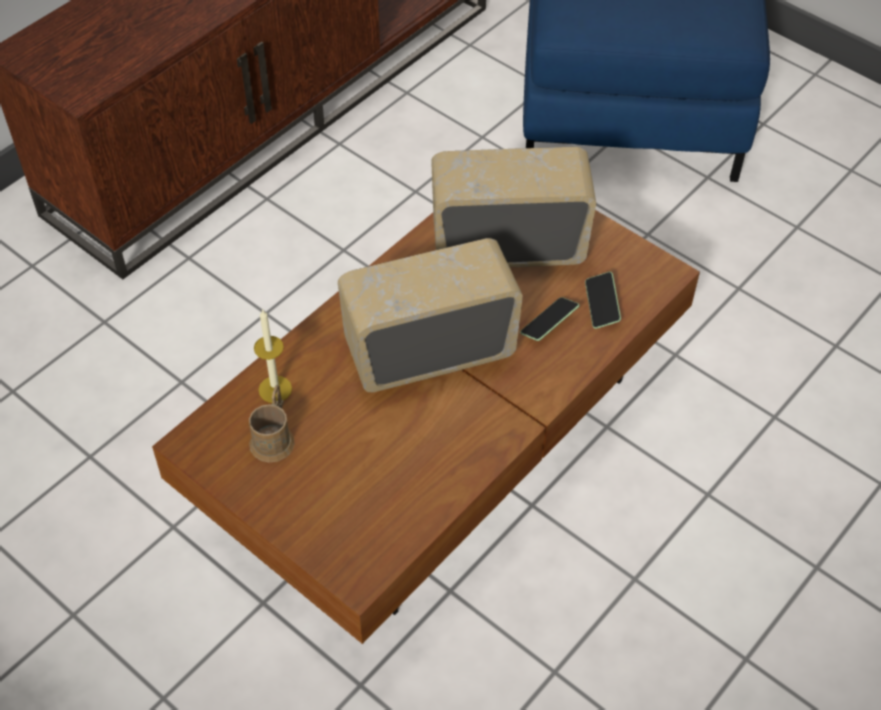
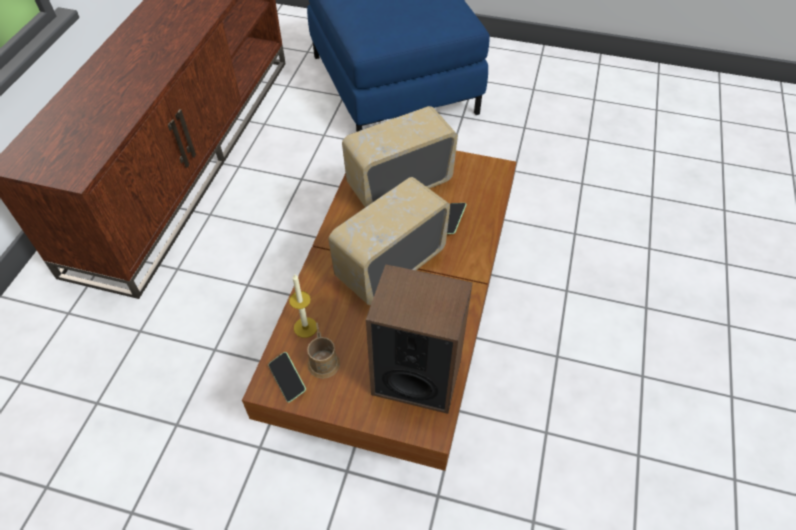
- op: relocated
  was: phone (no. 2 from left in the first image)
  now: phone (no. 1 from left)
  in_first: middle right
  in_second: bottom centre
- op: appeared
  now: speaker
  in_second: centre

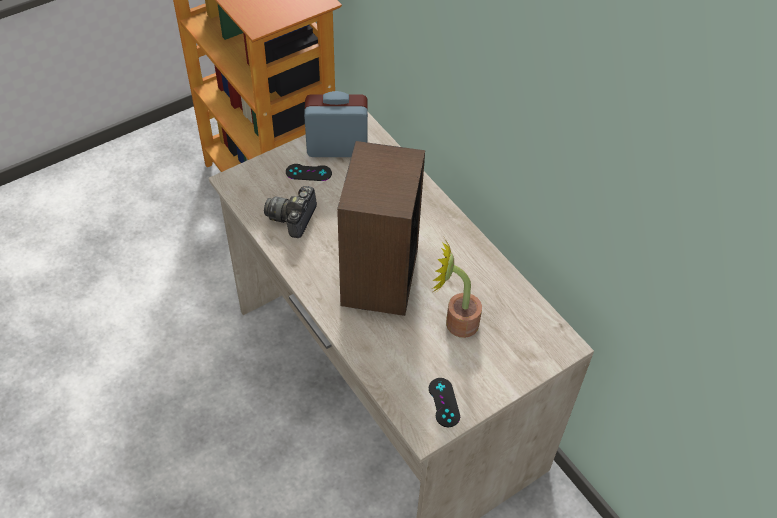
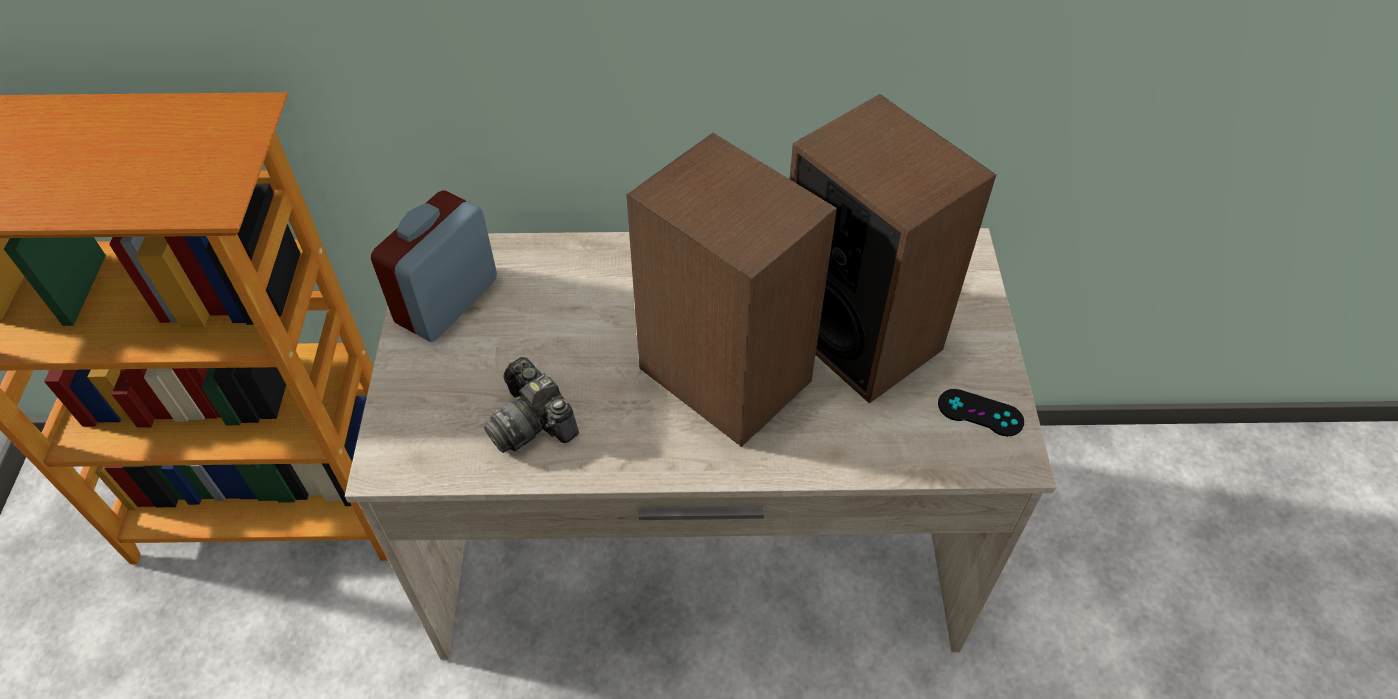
- op: exchanged
  was: potted plant
  now: speaker (no. 2 from left)
  in_first: centre
  in_second: centre
- op: missing
  was: black game controller (no. 1 from left)
  in_first: top centre

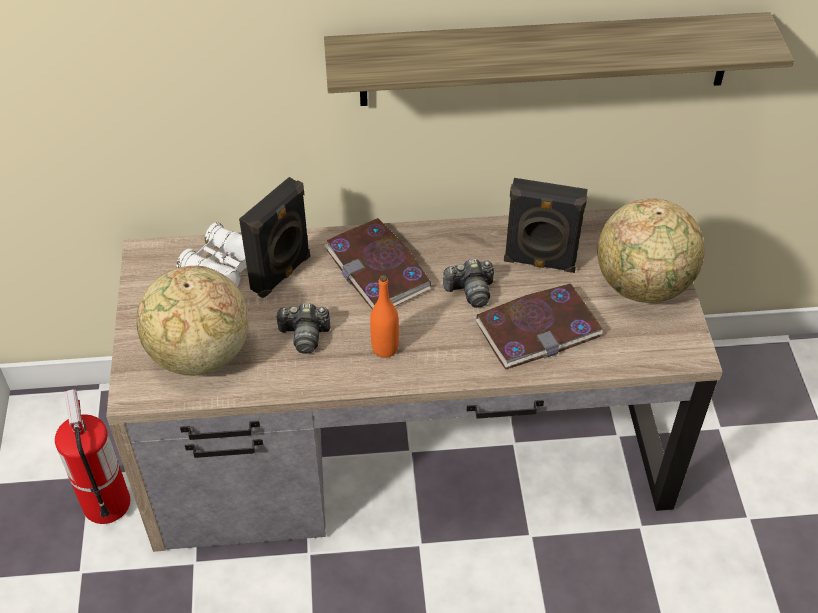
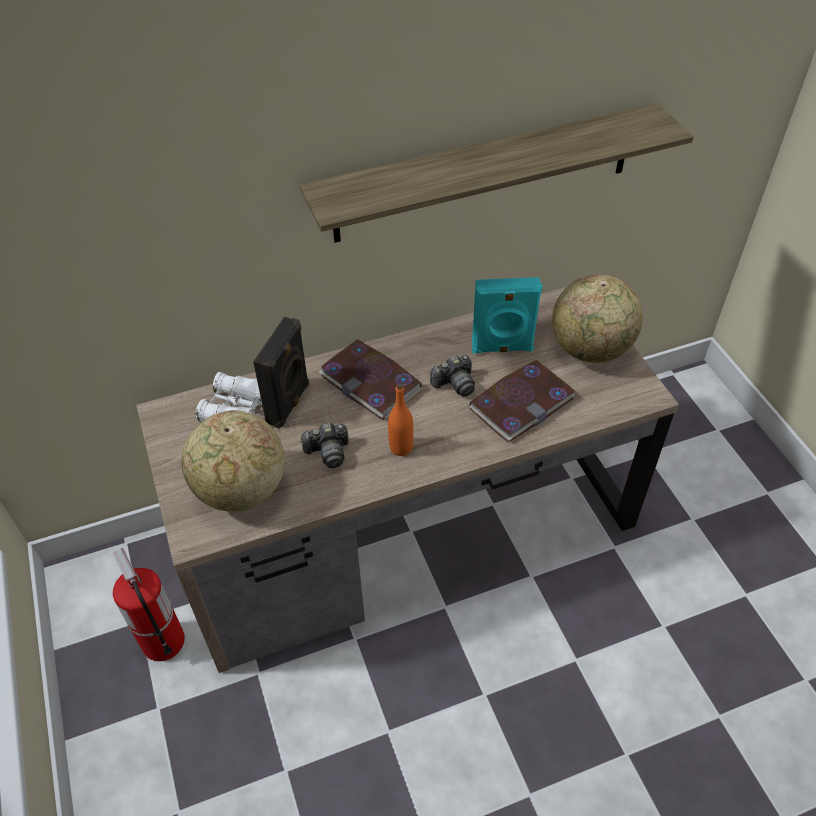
- op: colour
  was: black speaker (no. 2 from left)
  now: turquoise speaker
  in_first: middle right
  in_second: centre

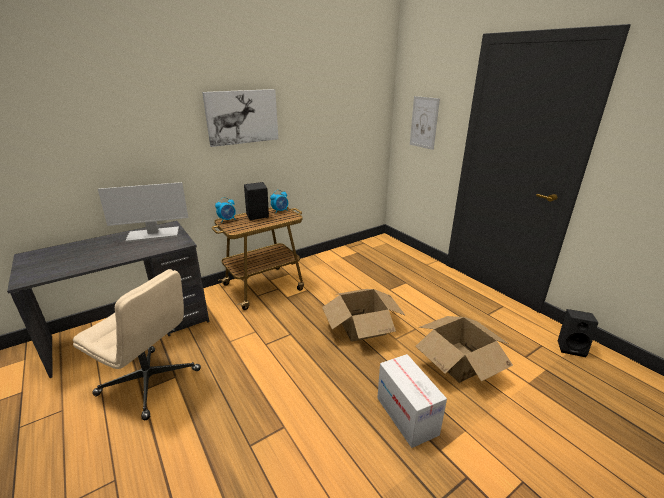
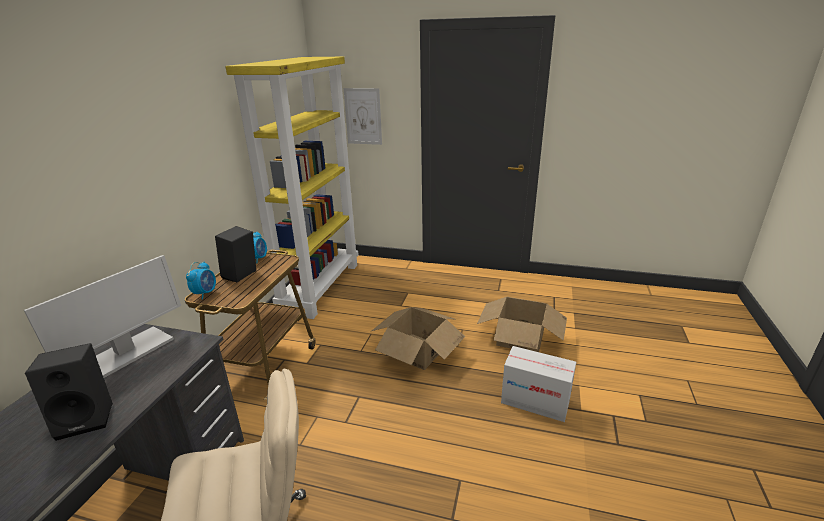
- op: relocated
  was: black speaker (no. 2 from left in the first image)
  now: black speaker (no. 1 from left)
  in_first: bottom right
  in_second: bottom left
- op: appeared
  now: yellow bookcase
  in_second: centre
- op: missing
  was: picture (no. 1 from left)
  in_first: top centre

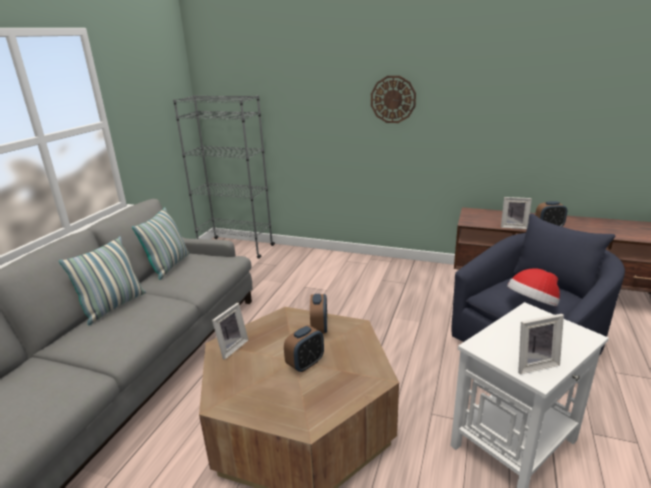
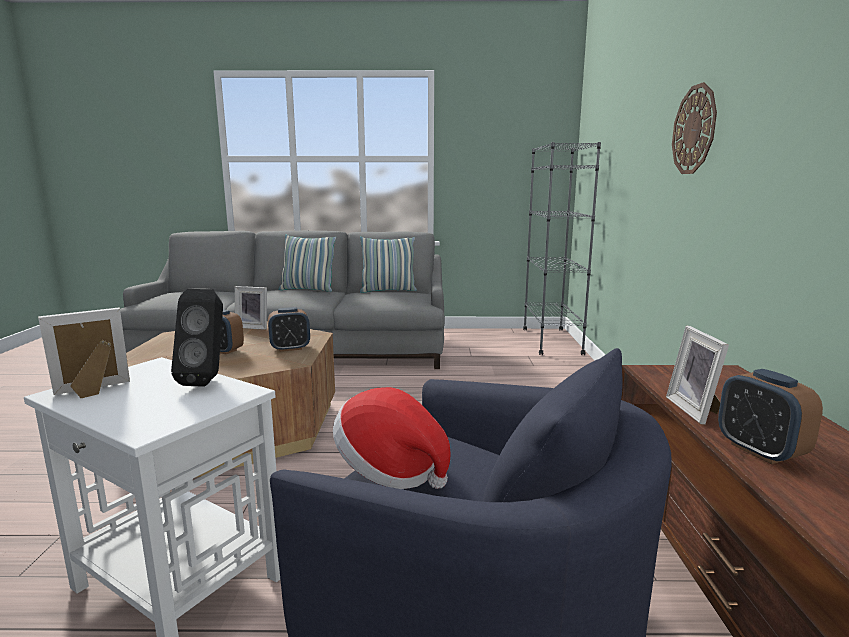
- op: spun
  was: picture frame (no. 3 from left in the first image)
  in_first: bottom right
  in_second: middle left
  clockwise: 90
- op: appeared
  now: black speaker
  in_second: middle left

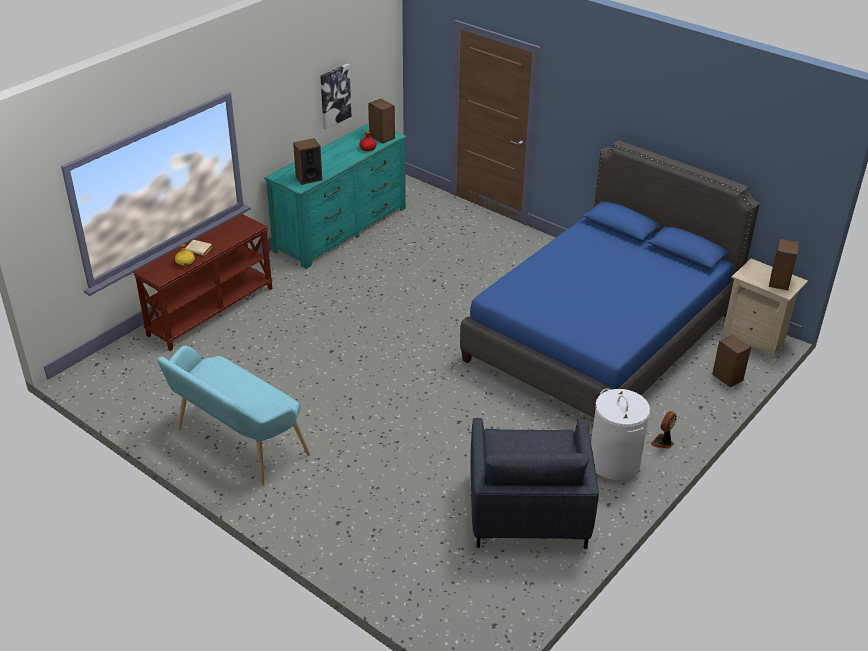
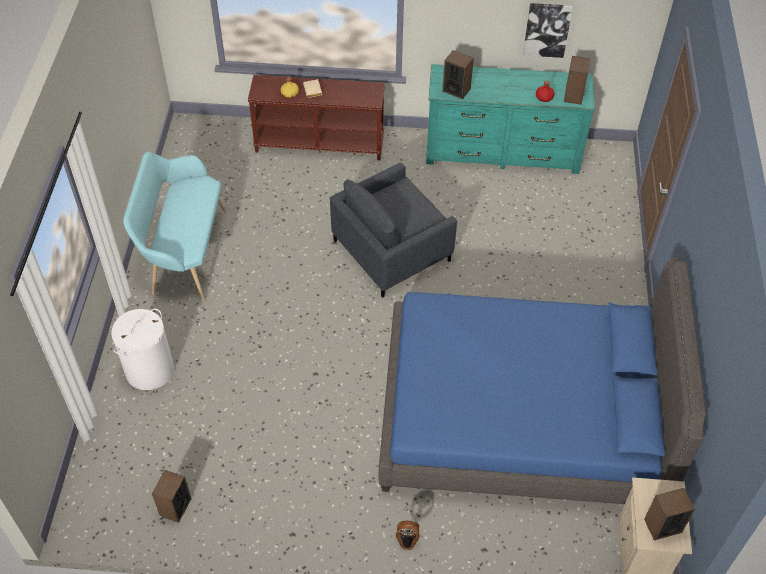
- op: relocated
  was: white laundry basket
  in_first: bottom right
  in_second: middle left
- op: relocated
  was: speaker (no. 3 from left in the first image)
  now: speaker (no. 1 from left)
  in_first: middle right
  in_second: bottom left
- op: relocated
  was: grey armchair
  in_first: bottom centre
  in_second: centre

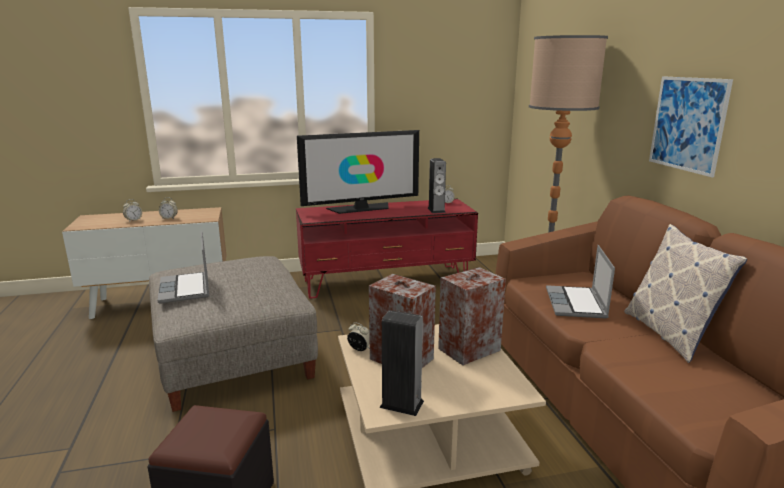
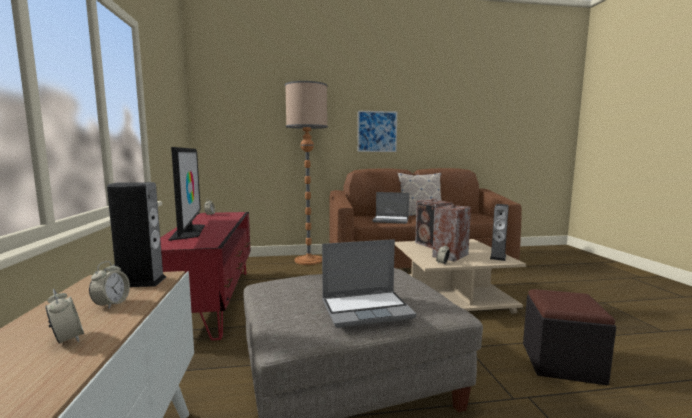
- op: relocated
  was: speaker (no. 3 from left in the first image)
  now: speaker (no. 1 from left)
  in_first: centre
  in_second: middle left

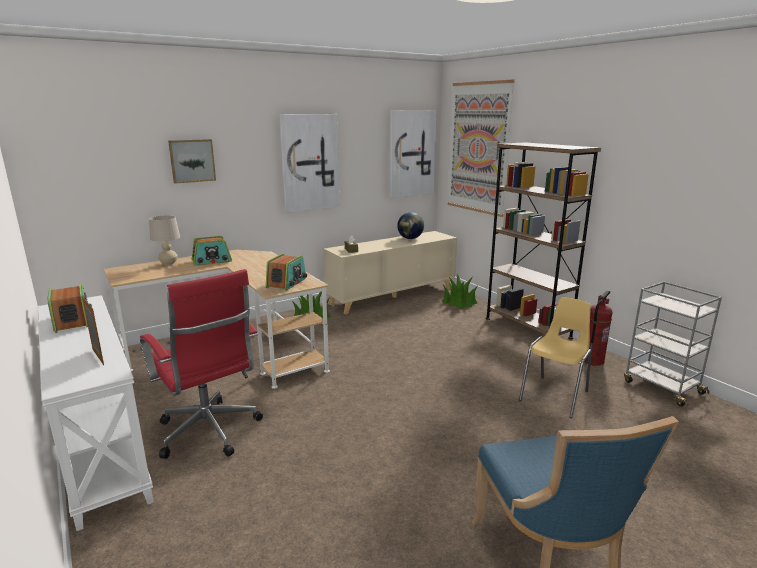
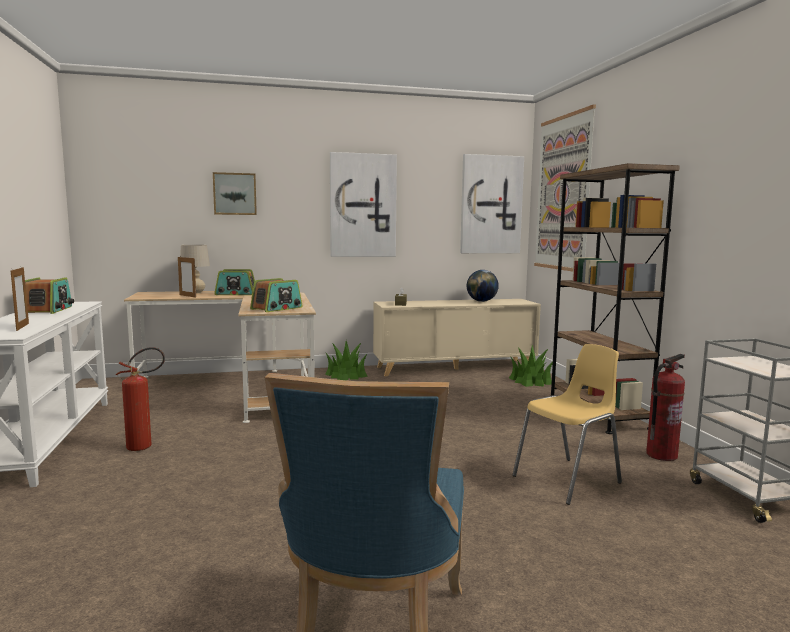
- op: exchanged
  was: red office chair
  now: fire extinguisher (no. 1 from left)
  in_first: middle left
  in_second: middle left
- op: appeared
  now: picture frame (no. 2 from left)
  in_second: middle left

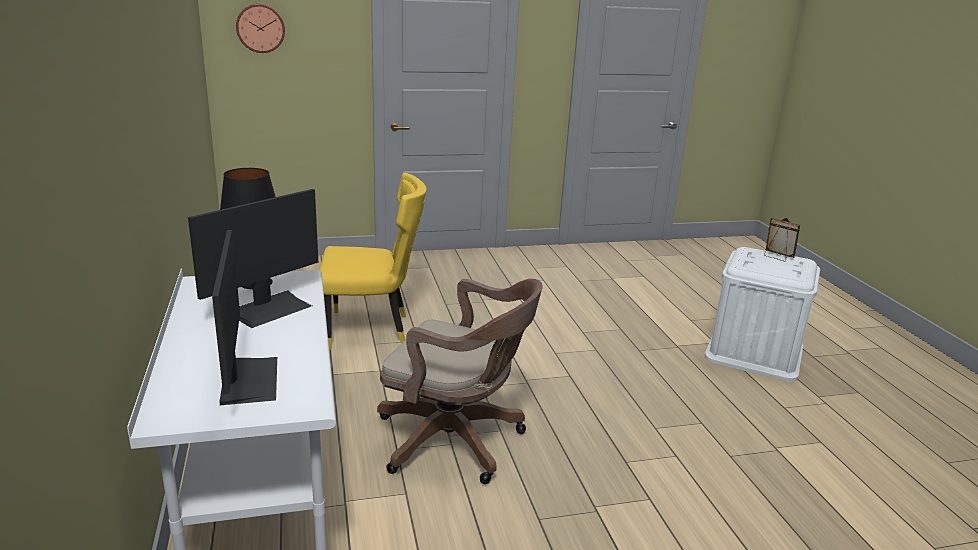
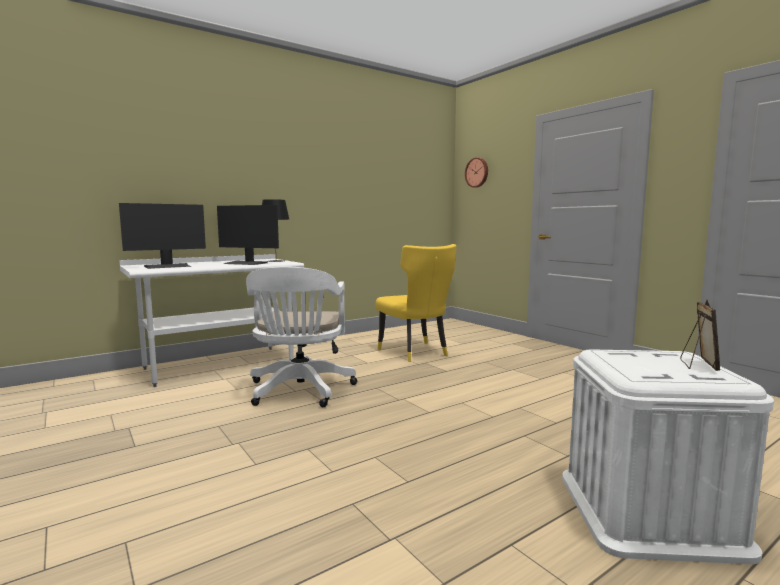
- op: colour
  was: brown office chair
  now: white office chair
  in_first: bottom centre
  in_second: centre

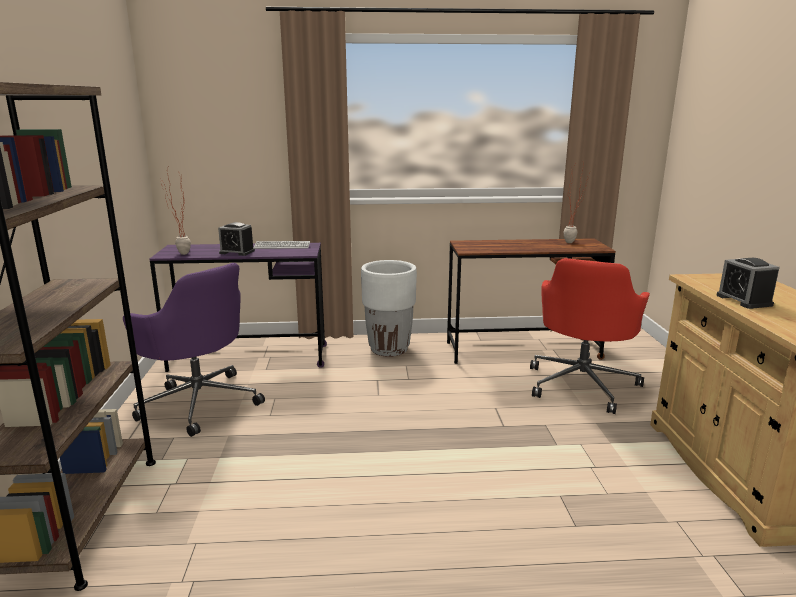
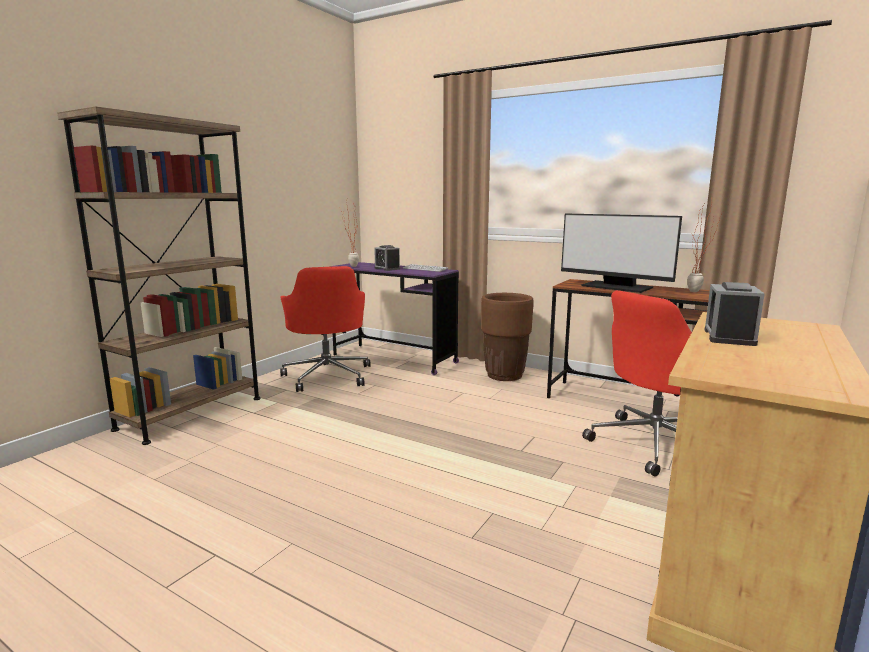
- op: colour
  was: purple office chair
  now: red office chair (no. 1 from left)
  in_first: middle left
  in_second: centre
- op: colour
  was: white planter
  now: brown planter
  in_first: centre
  in_second: centre
- op: appeared
  now: monitor
  in_second: middle right

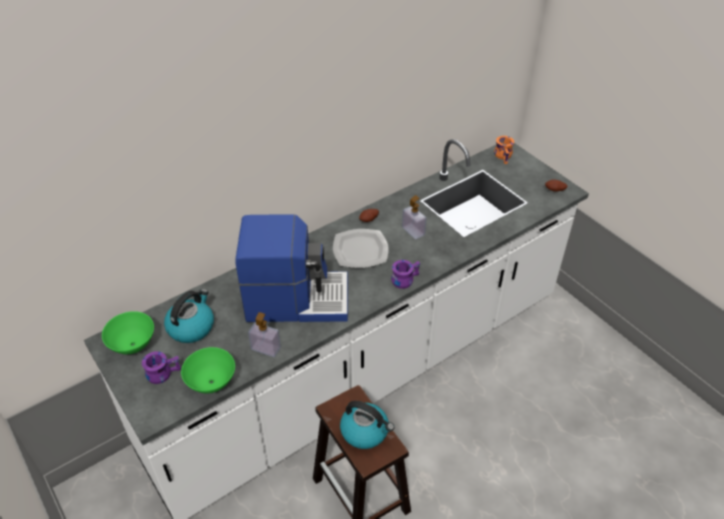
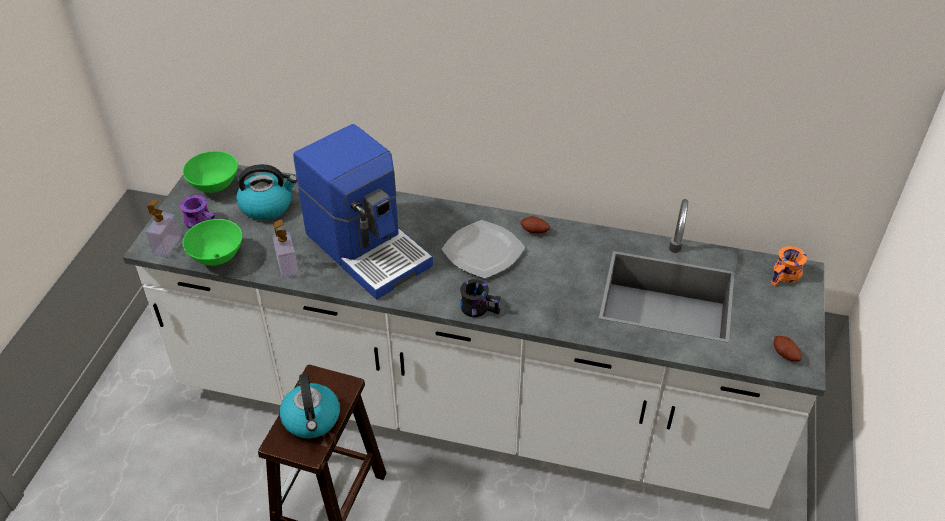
- op: relocated
  was: soap dispenser (no. 2 from left in the first image)
  now: soap dispenser (no. 1 from left)
  in_first: centre
  in_second: middle left
- op: colour
  was: purple mug (no. 2 from left)
  now: black mug
  in_first: centre
  in_second: centre

